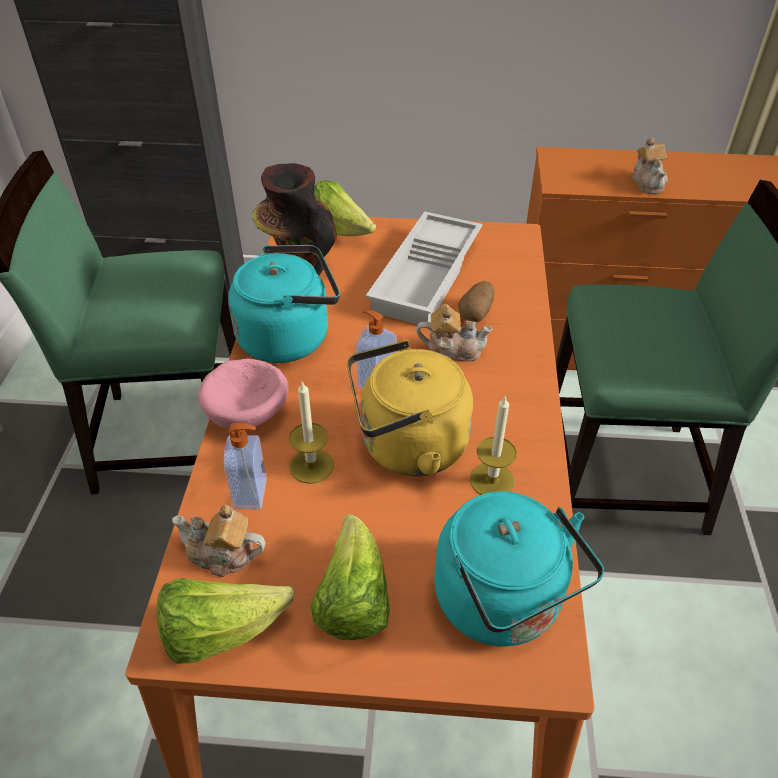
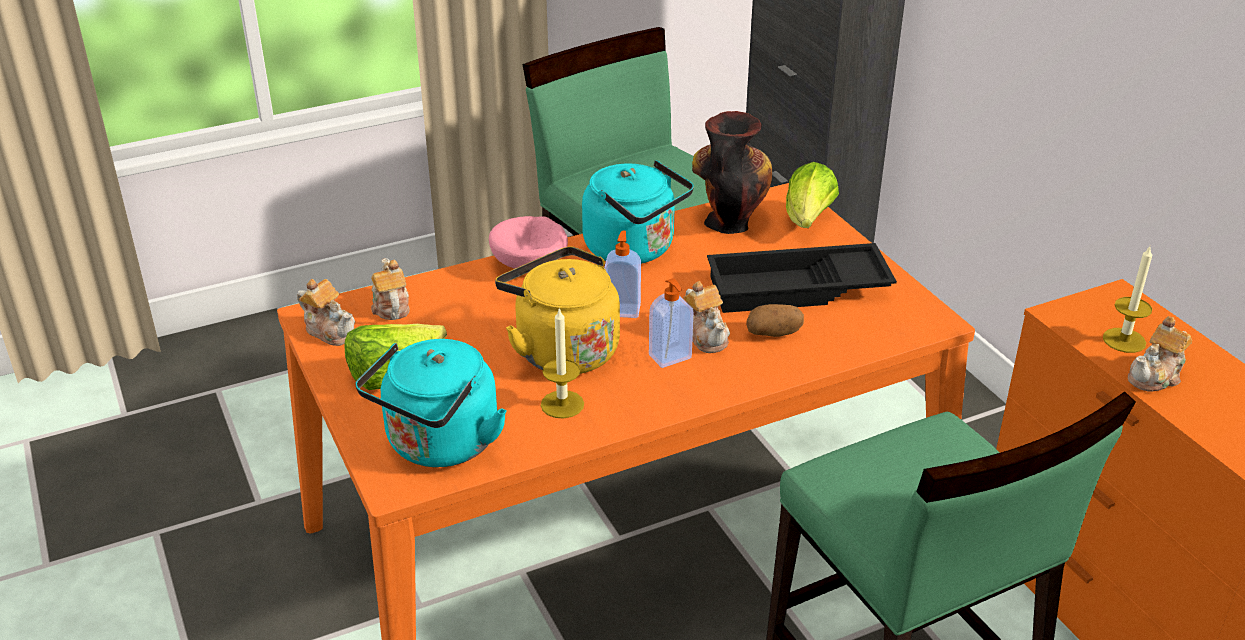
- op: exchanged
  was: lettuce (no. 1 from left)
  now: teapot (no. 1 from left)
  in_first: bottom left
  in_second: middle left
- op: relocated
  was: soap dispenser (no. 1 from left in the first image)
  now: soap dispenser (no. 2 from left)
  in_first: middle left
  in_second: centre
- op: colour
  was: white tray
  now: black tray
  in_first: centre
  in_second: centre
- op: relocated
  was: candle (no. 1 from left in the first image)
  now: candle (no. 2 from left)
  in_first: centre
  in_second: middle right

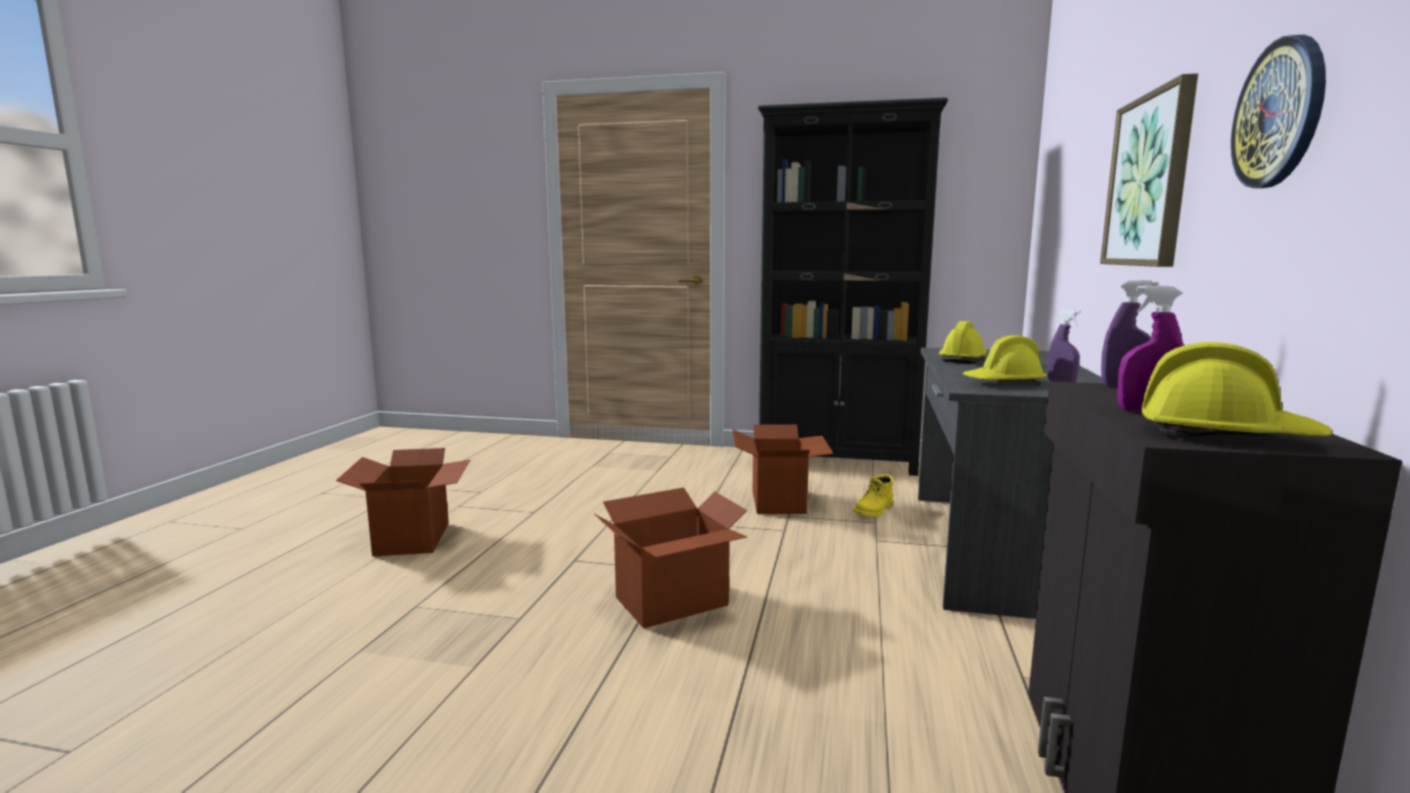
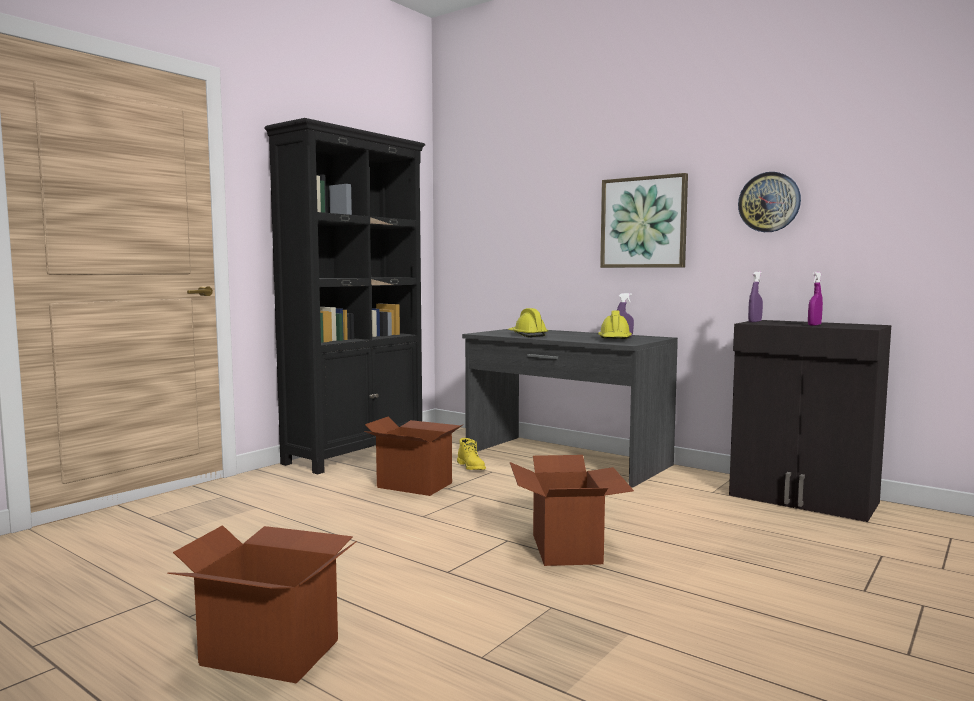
- op: missing
  was: yellow hard hat (no. 3 from left)
  in_first: middle right

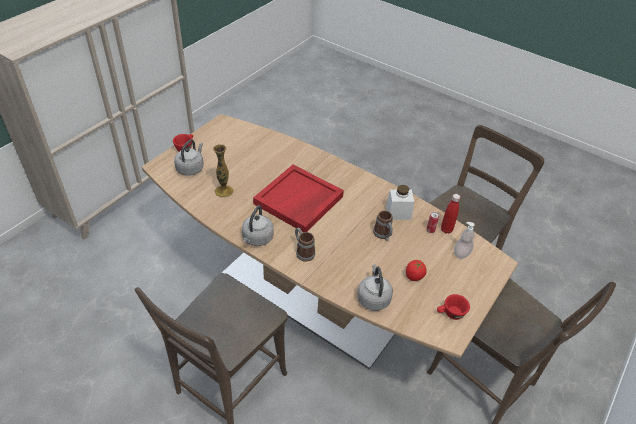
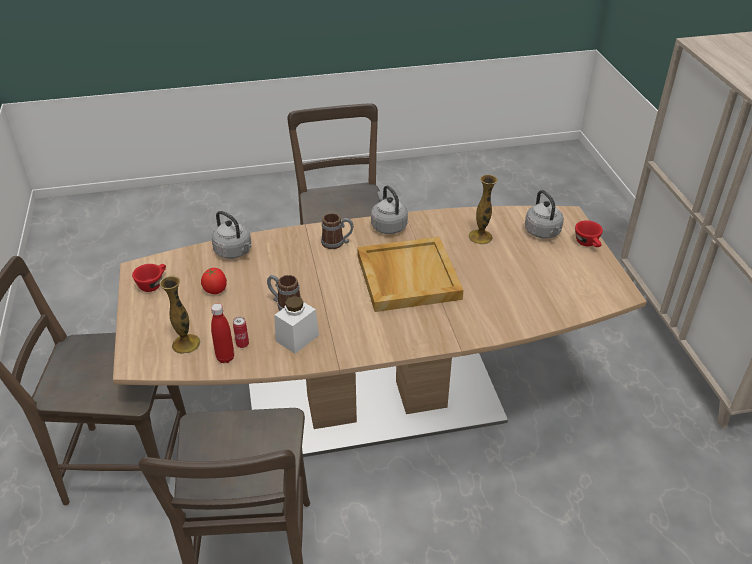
- op: exchanged
  was: soap dispenser
  now: vase (no. 1 from left)
  in_first: middle right
  in_second: middle left
- op: colour
  was: red tray
  now: beige tray
  in_first: centre
  in_second: centre

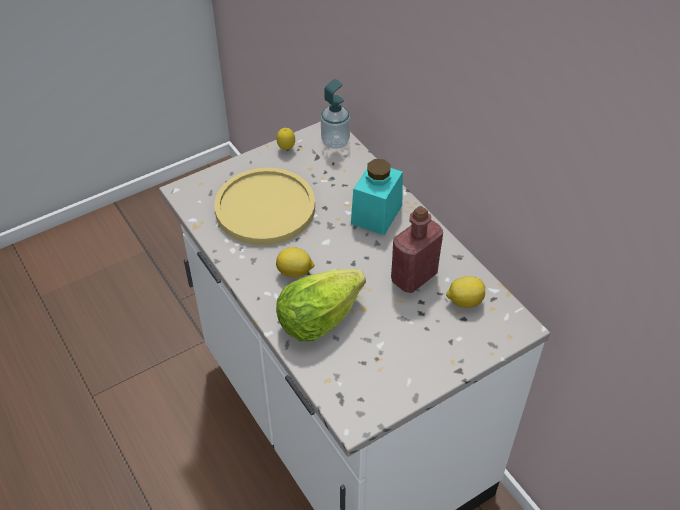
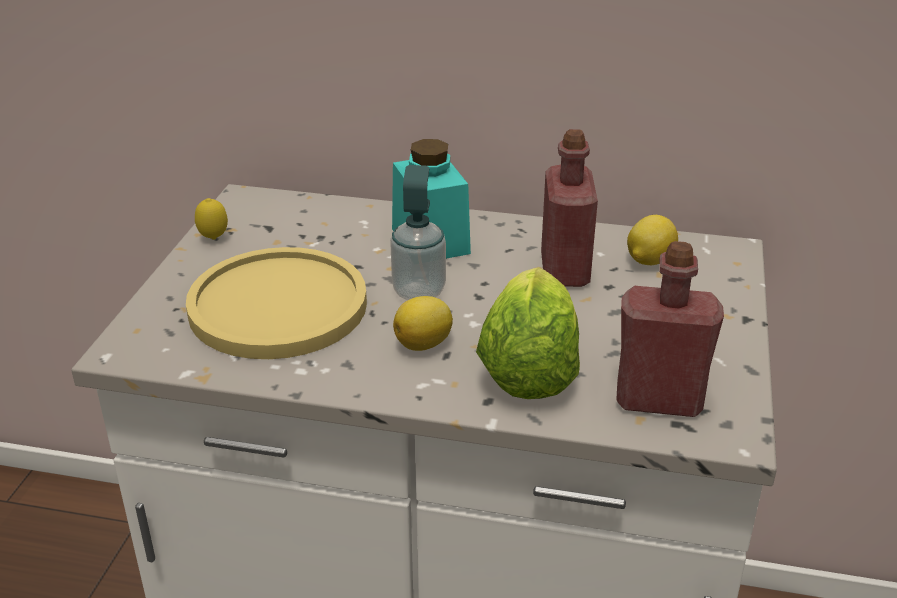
- op: relocated
  was: soap dispenser
  in_first: top centre
  in_second: centre
- op: appeared
  now: red bottle (no. 2 from left)
  in_second: middle right

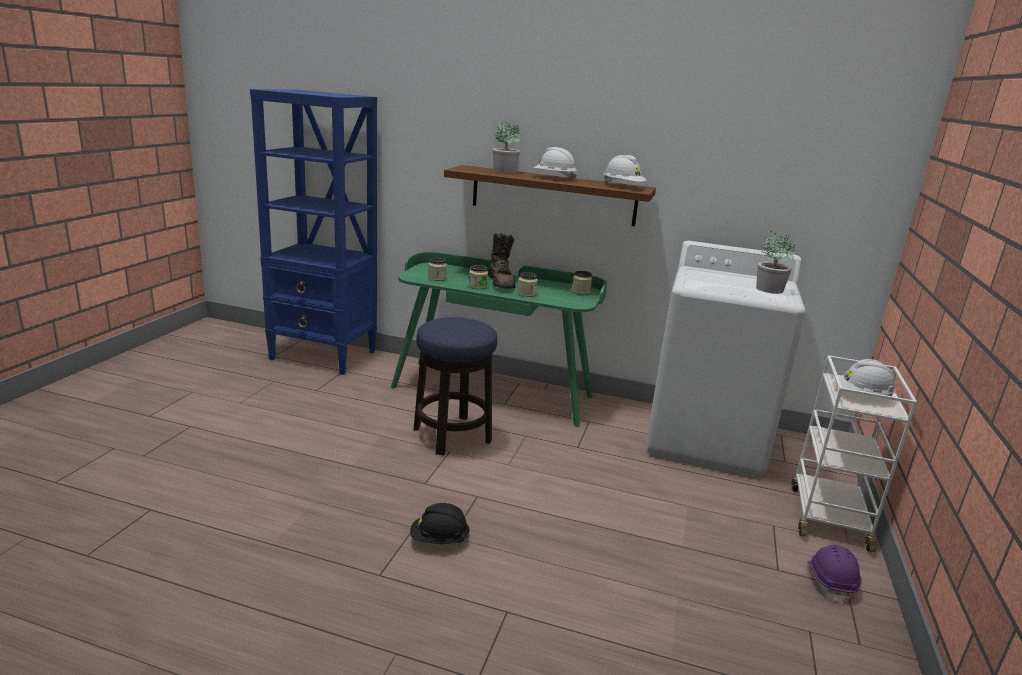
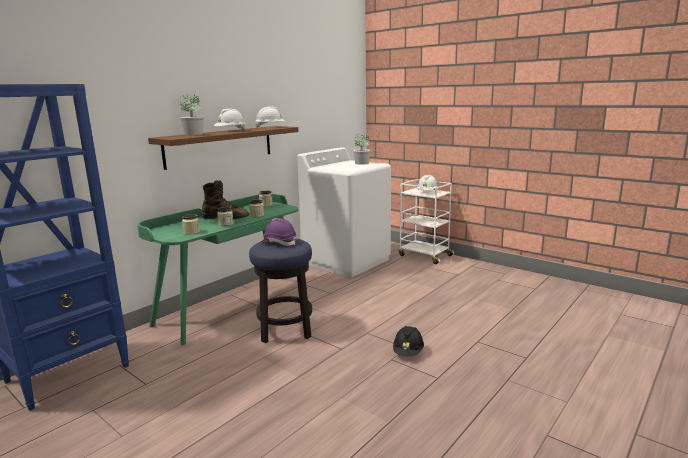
- op: relocated
  was: purple hard hat
  in_first: bottom right
  in_second: centre

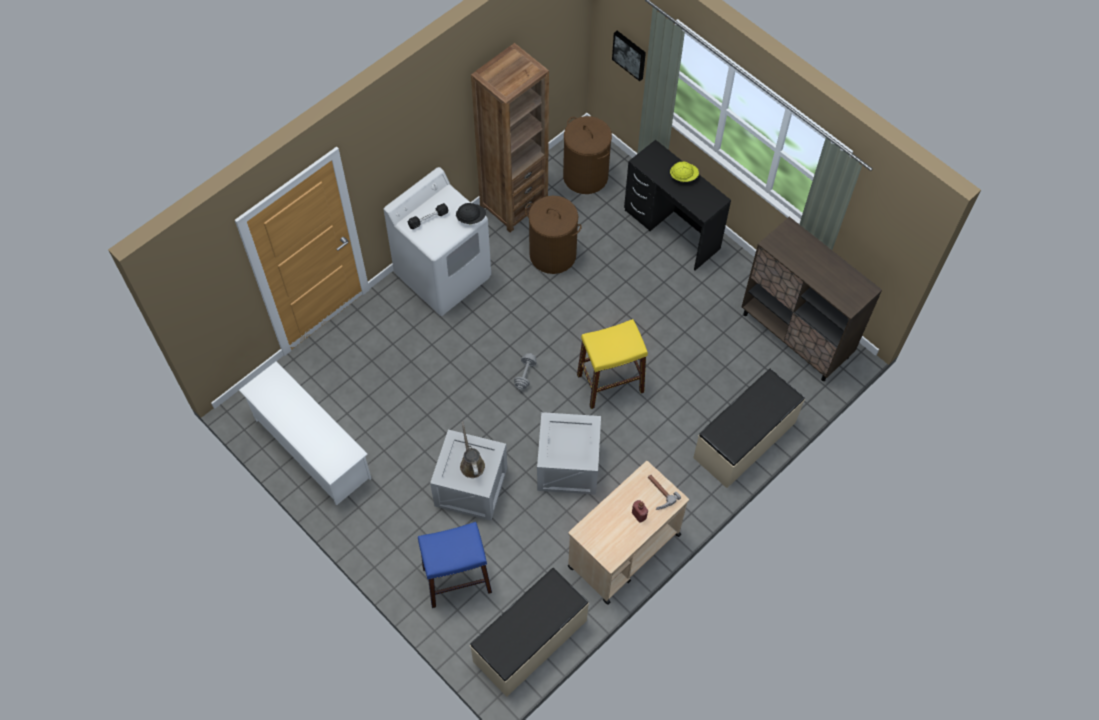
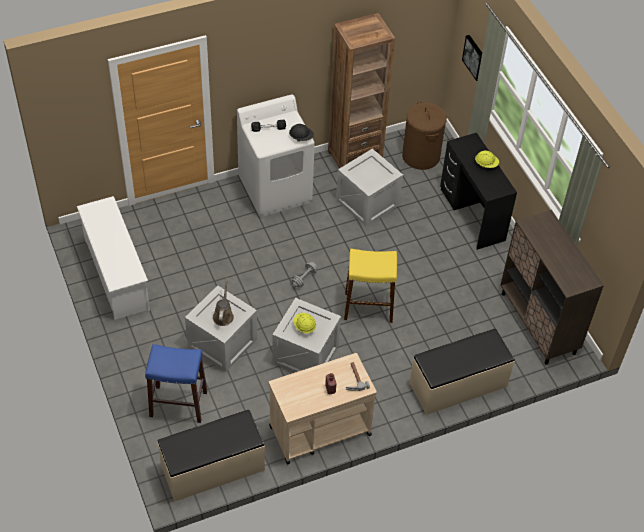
- op: appeared
  now: yellow hard hat (no. 1 from left)
  in_second: centre
- op: exchanged
  was: brown laundry basket (no. 1 from left)
  now: crate (no. 3 from left)
  in_first: top centre
  in_second: centre

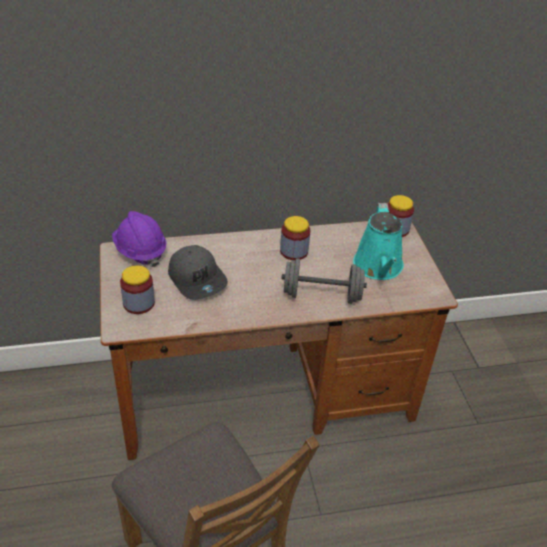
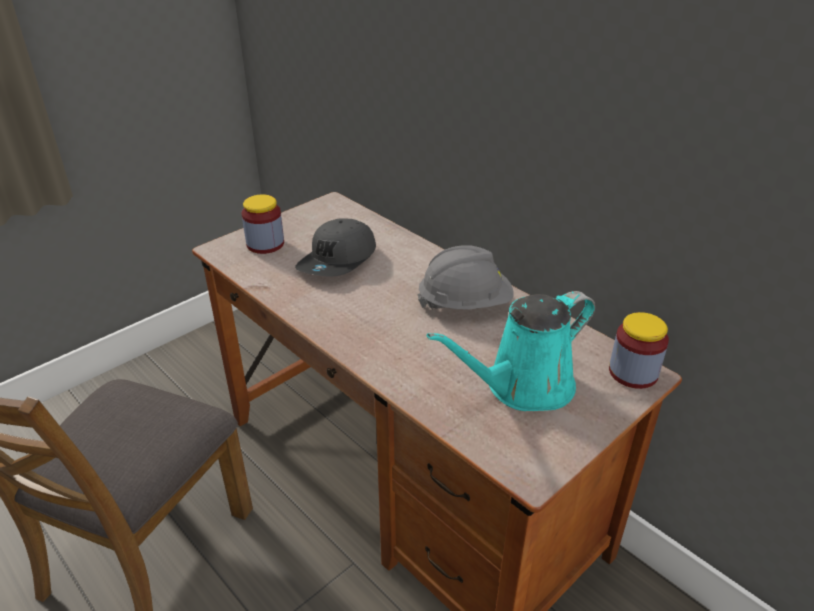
- op: exchanged
  was: jar (no. 2 from left)
  now: grey hard hat
  in_first: centre
  in_second: centre
- op: missing
  was: purple hard hat
  in_first: middle left
- op: missing
  was: grey dumbbell
  in_first: centre

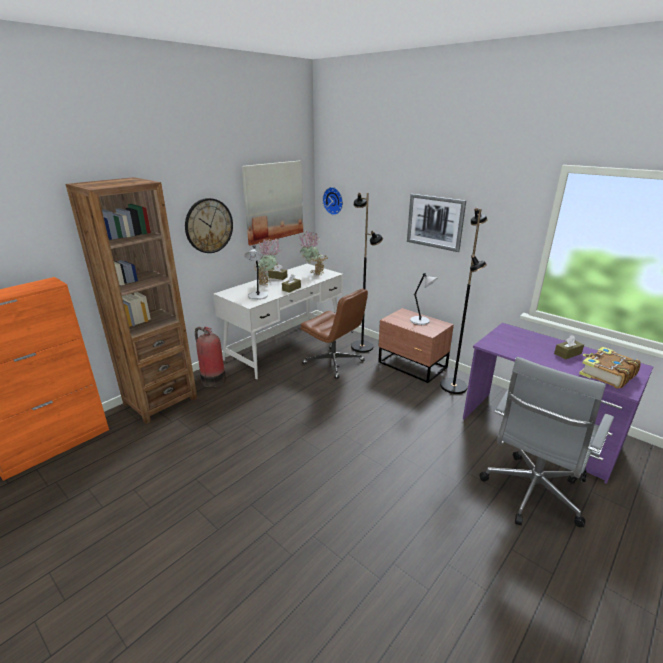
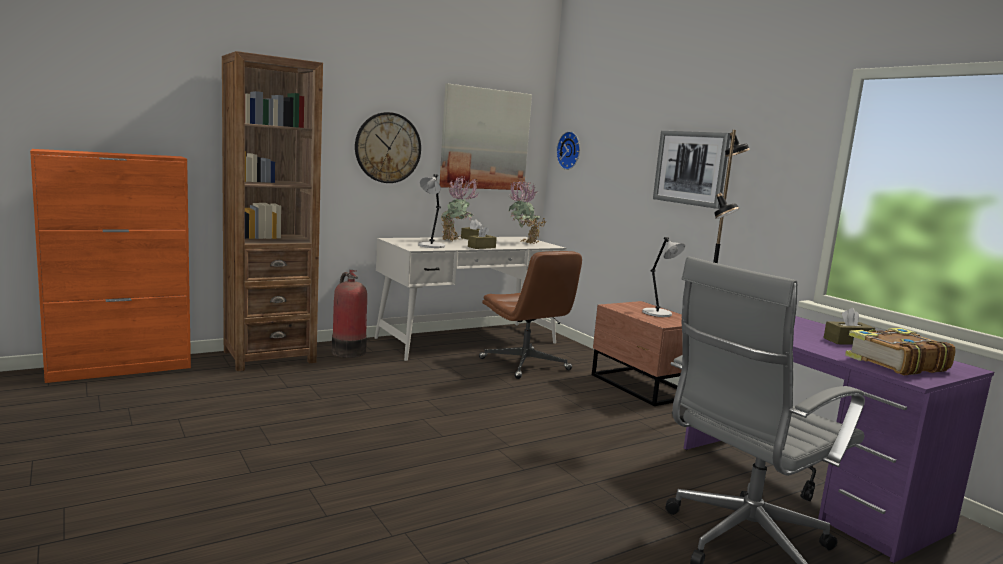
- op: missing
  was: black floor lamp (no. 1 from left)
  in_first: centre

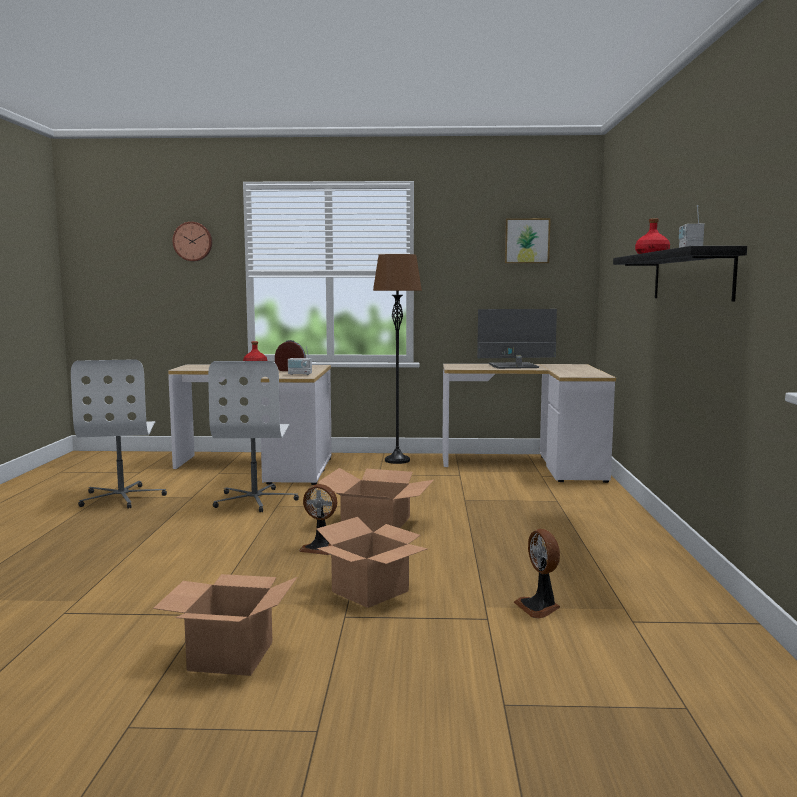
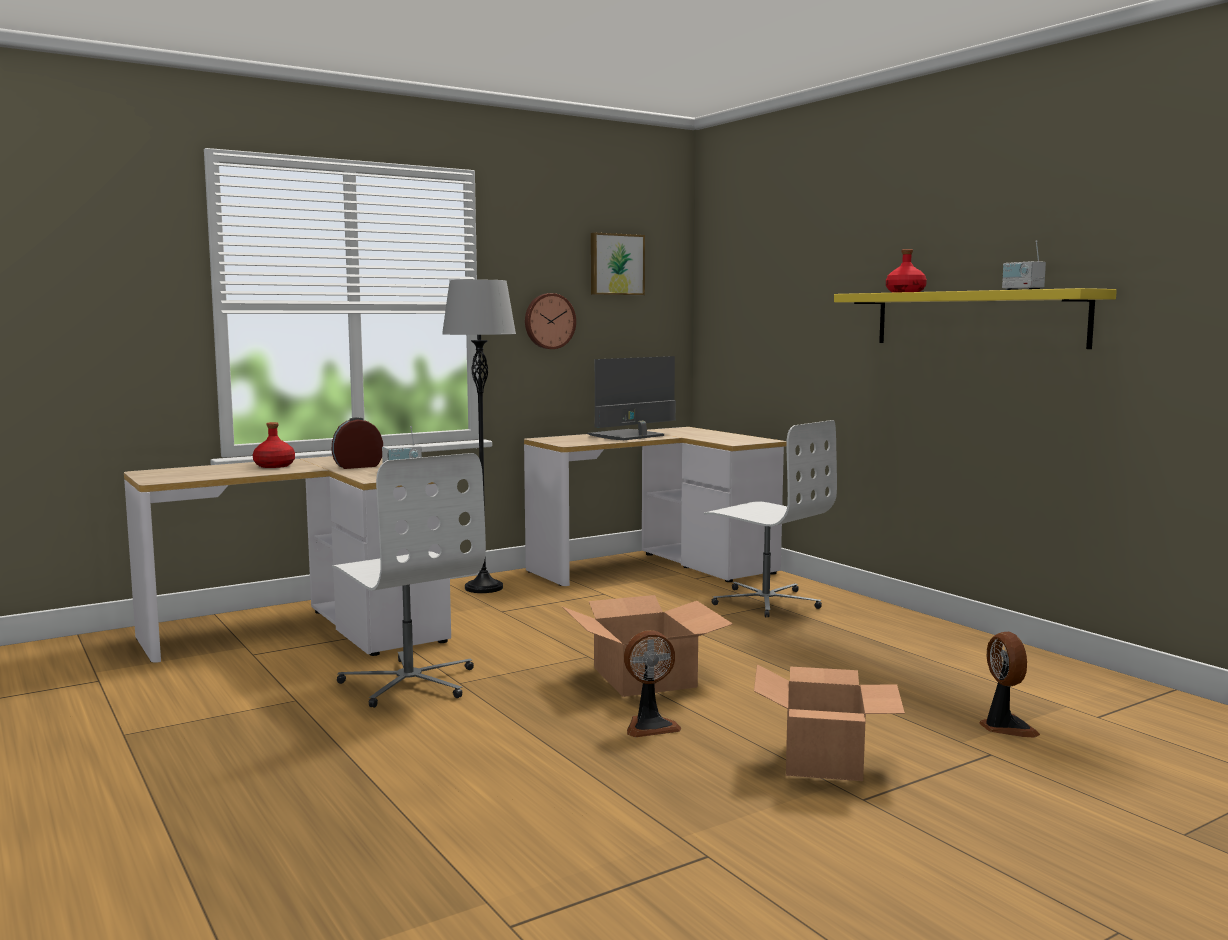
- op: colour
  was: brown floor lamp
  now: grey floor lamp
  in_first: centre
  in_second: centre
- op: relocated
  was: wall clock
  in_first: top left
  in_second: centre
- op: relocated
  was: white office chair (no. 1 from left in the first image)
  now: white office chair (no. 2 from left)
  in_first: middle left
  in_second: centre
- op: colour
  was: black shelf
  now: yellow shelf
  in_first: middle right
  in_second: middle right
- op: spun
  was: fan (no. 2 from left)
  in_first: bottom right
  in_second: bottom right
  clockwise: -135
- op: missing
  was: cardboard box (no. 1 from left)
  in_first: bottom left

